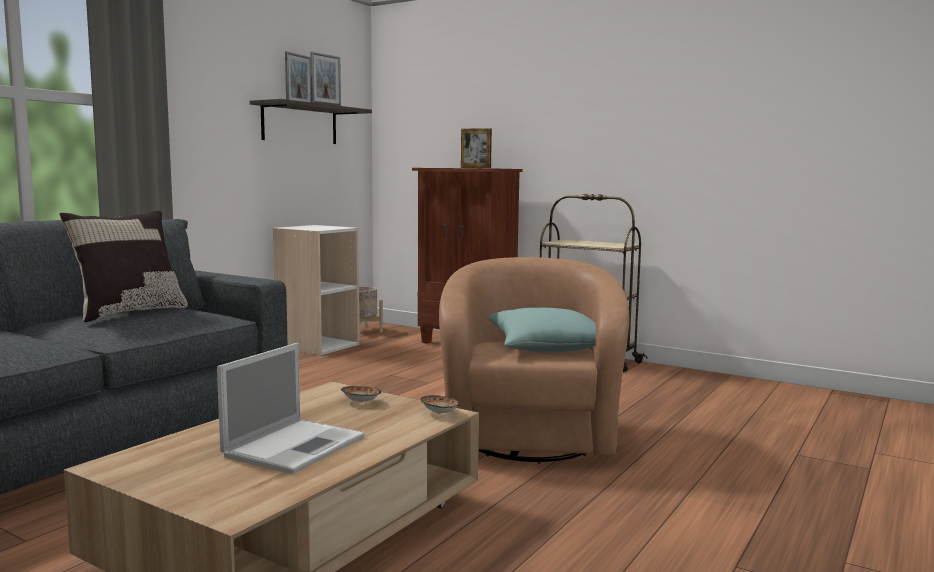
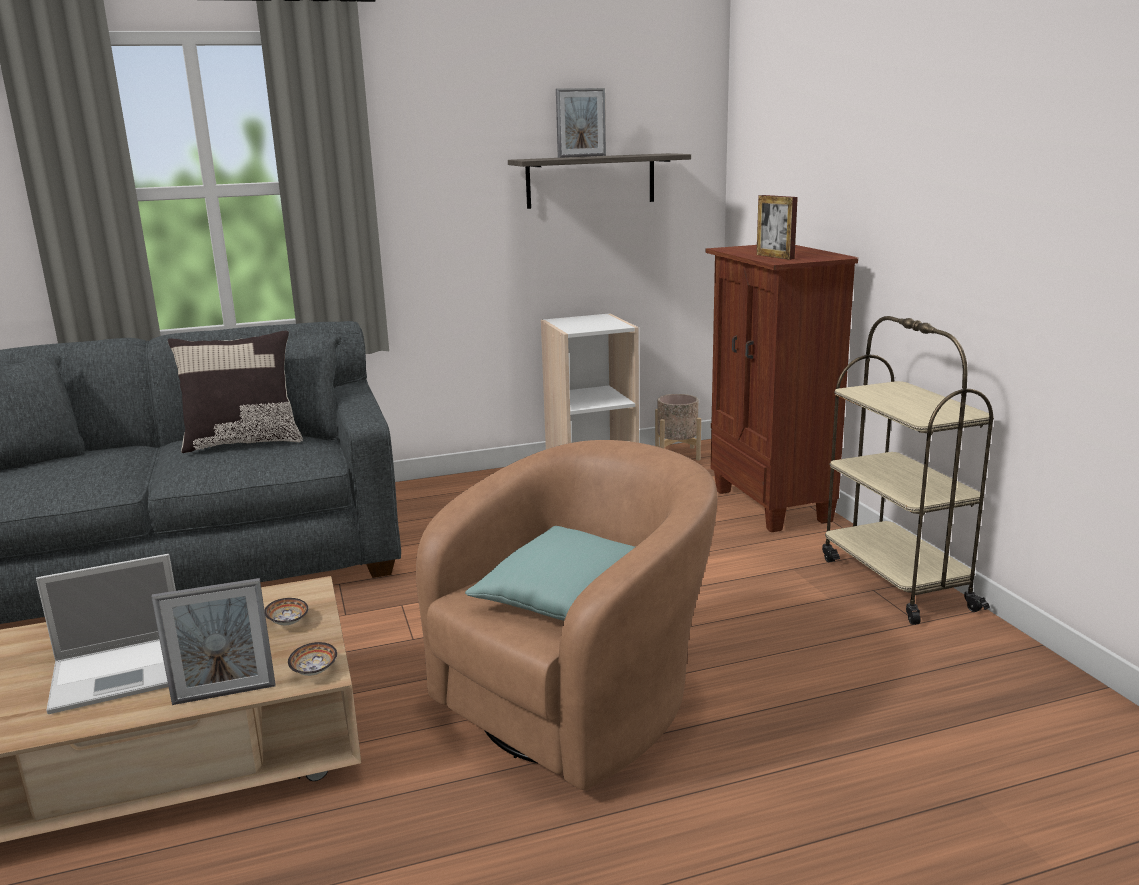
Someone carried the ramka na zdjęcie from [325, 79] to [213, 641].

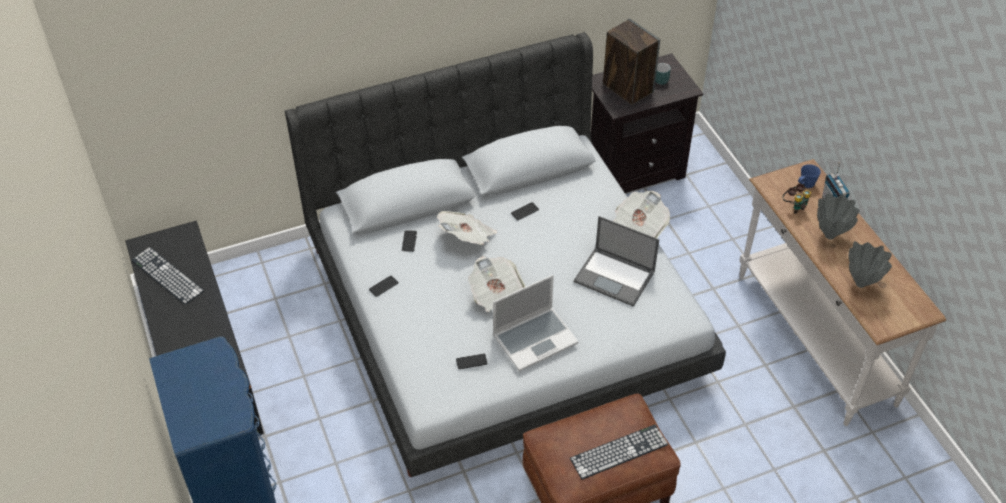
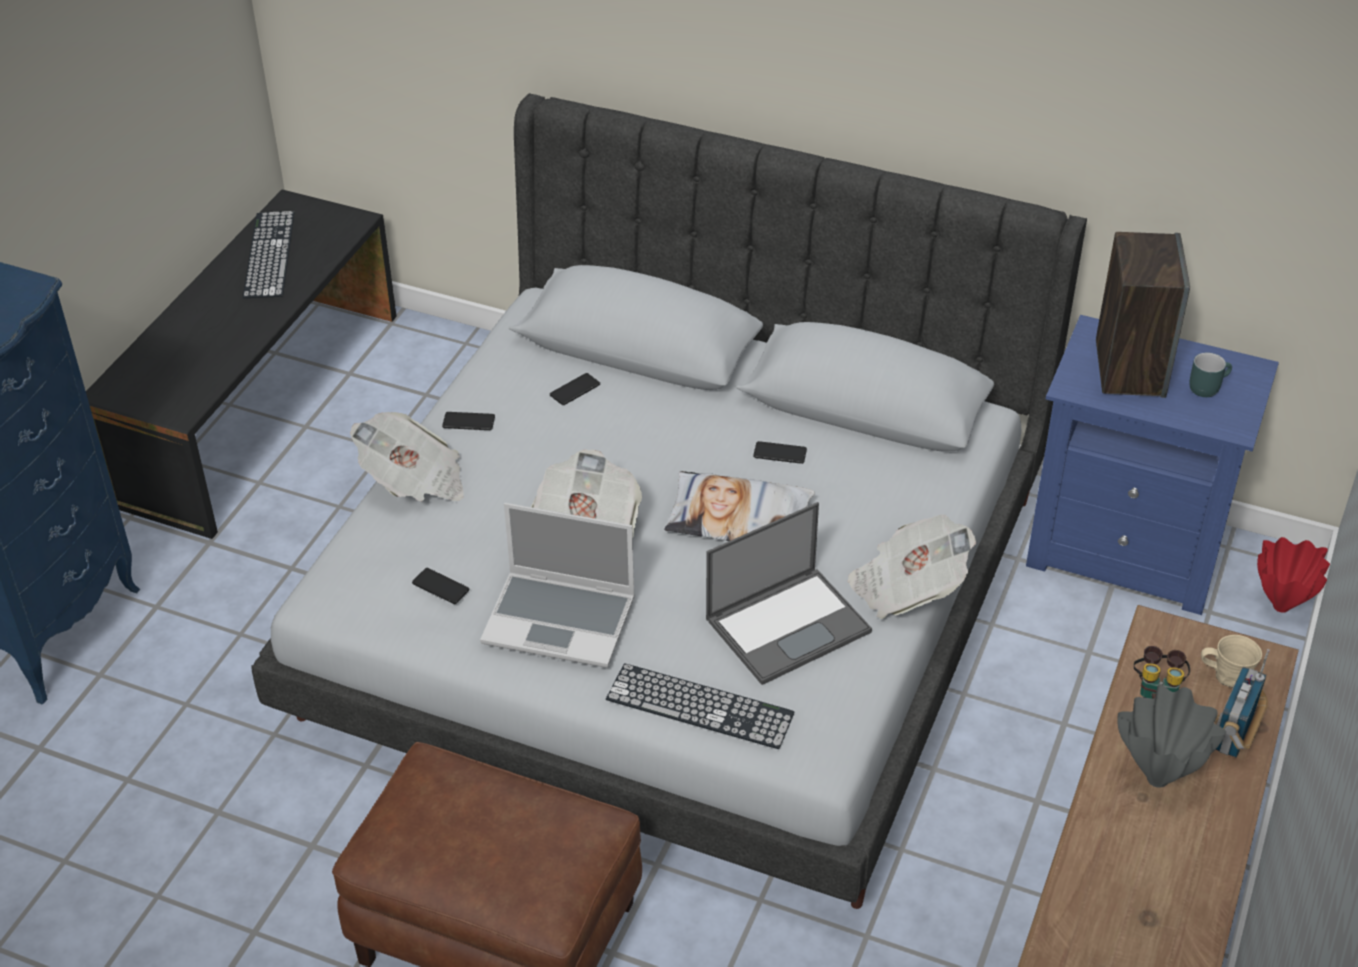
Someone carried the gazeta from [467, 228] to [407, 456]. Someone carried the klawiatura from [619, 452] to [700, 706]. Someone put down the poduszka at [739, 506]. Someone rotated the laptop at [616, 261] by 105 degrees counterclockwise. Someone repainted the szafka nocna [czarny] at [647, 123], which became the szafka nocna [niebieski] at [1152, 465]. Someone repainted the kubek [niebieski] at [809, 176], which became the kubek [beżowy] at [1231, 661]. Someone put down the wazon [czerwony] at [1293, 575]. Someone took away the wazon [szary] at [870, 264].

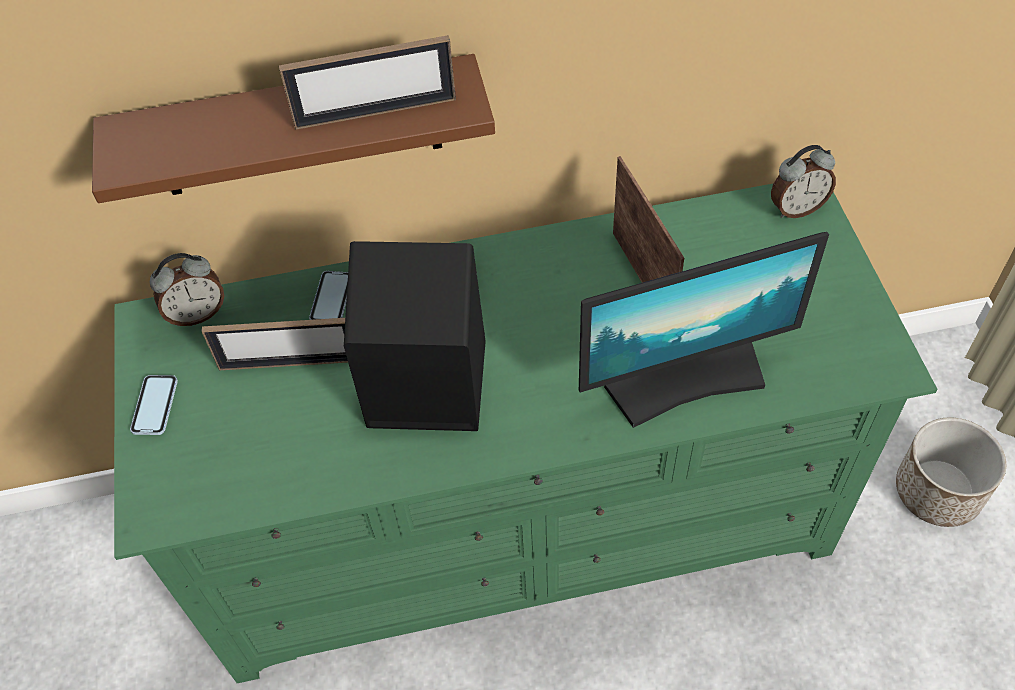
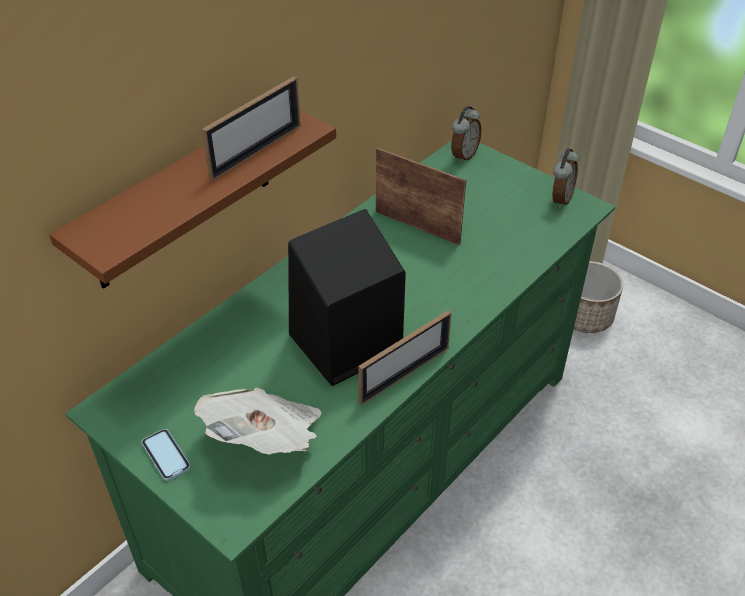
Someone put down the gazeta at [258, 421]. Someone carried the ramka na zdjęcie from [274, 344] to [404, 357]. Someone carried the budzik from [187, 289] to [566, 178]. Someone took away the telefon at [328, 295]. Someone took away the monitor at [704, 330].

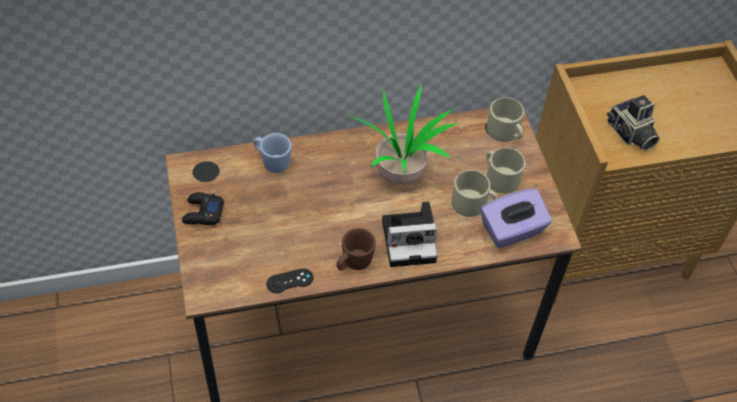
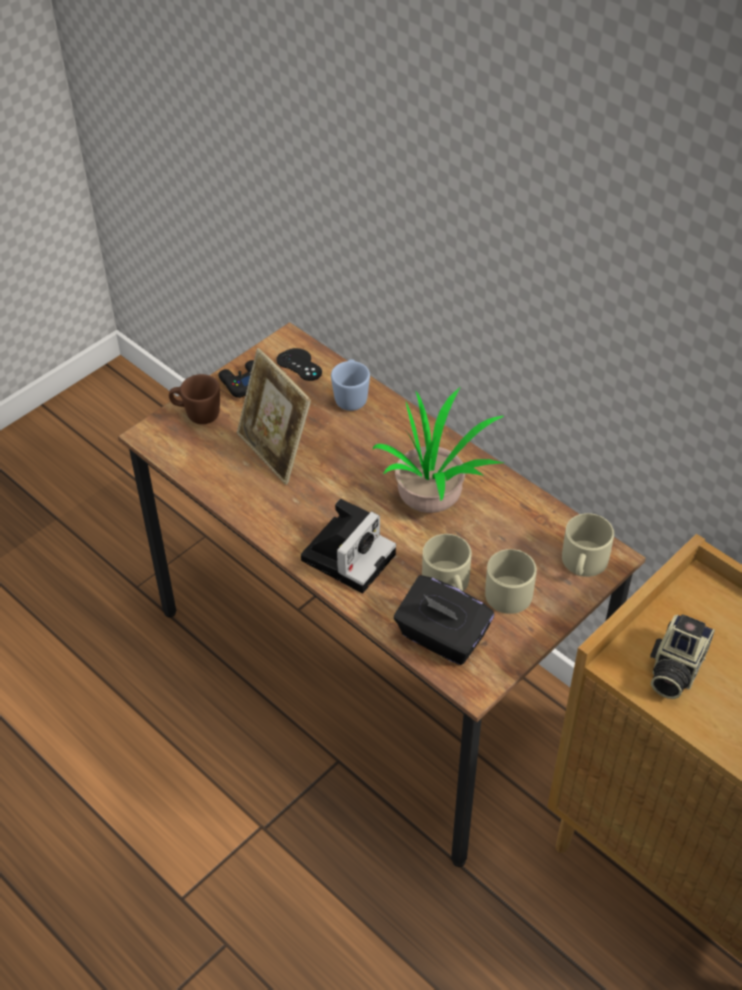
Someone carried the kubek [brązowy] from [356, 249] to [194, 399]. Someone put down the ramka na zdjęcie at [274, 416]. Someone carried the pad do gier [czarny] from [289, 280] to [299, 366]. Someone rotated the aparat fotograficzny at [409, 234] by 105 degrees counterclockwise. Someone repainted the pudełko chusteczek [fioletowy] at [516, 218], which became the pudełko chusteczek [czarny] at [444, 620].

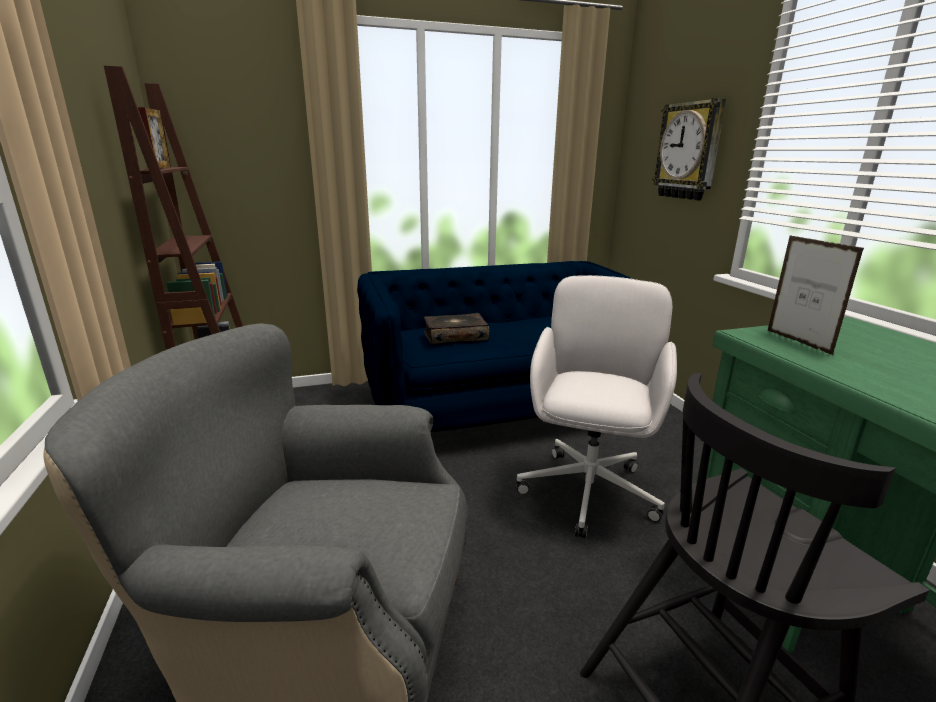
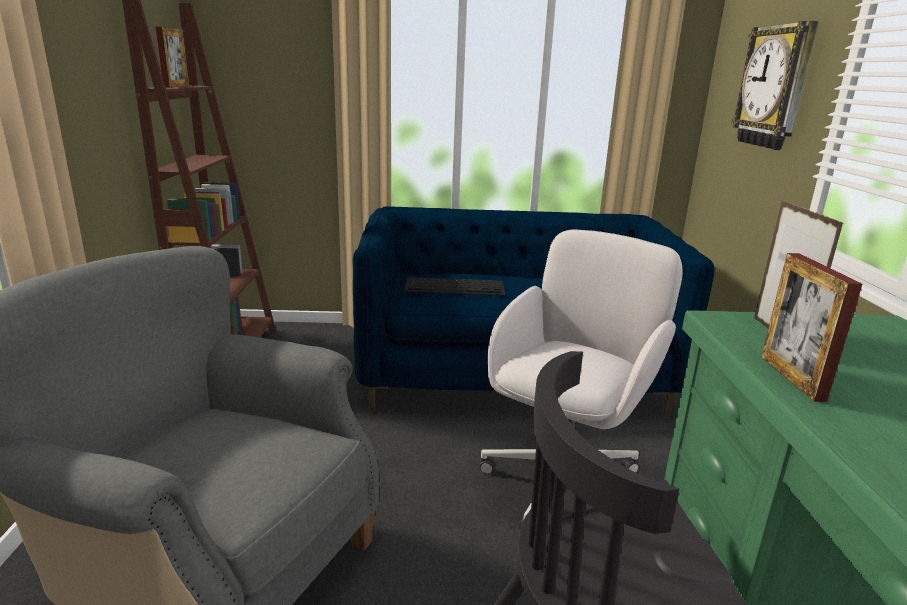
Someone swapped the książka at [457, 328] for the klawiatura at [454, 286]. Someone put down the ramka na zdjęcie at [811, 327].

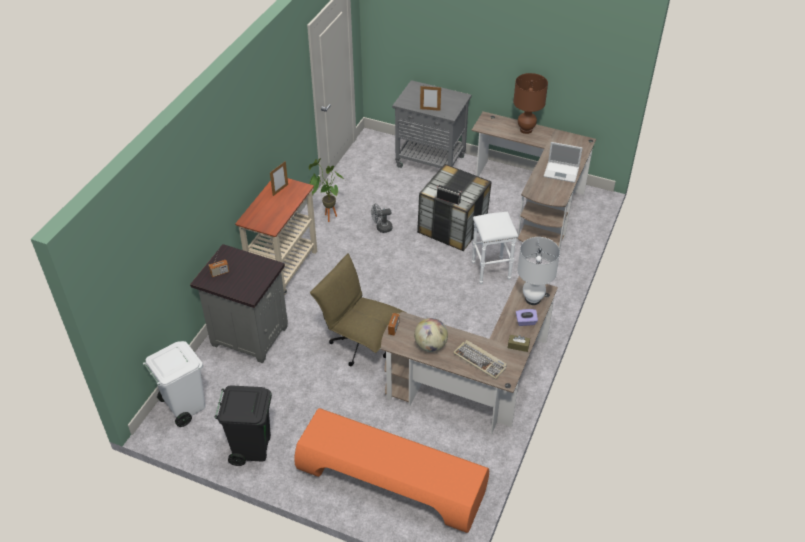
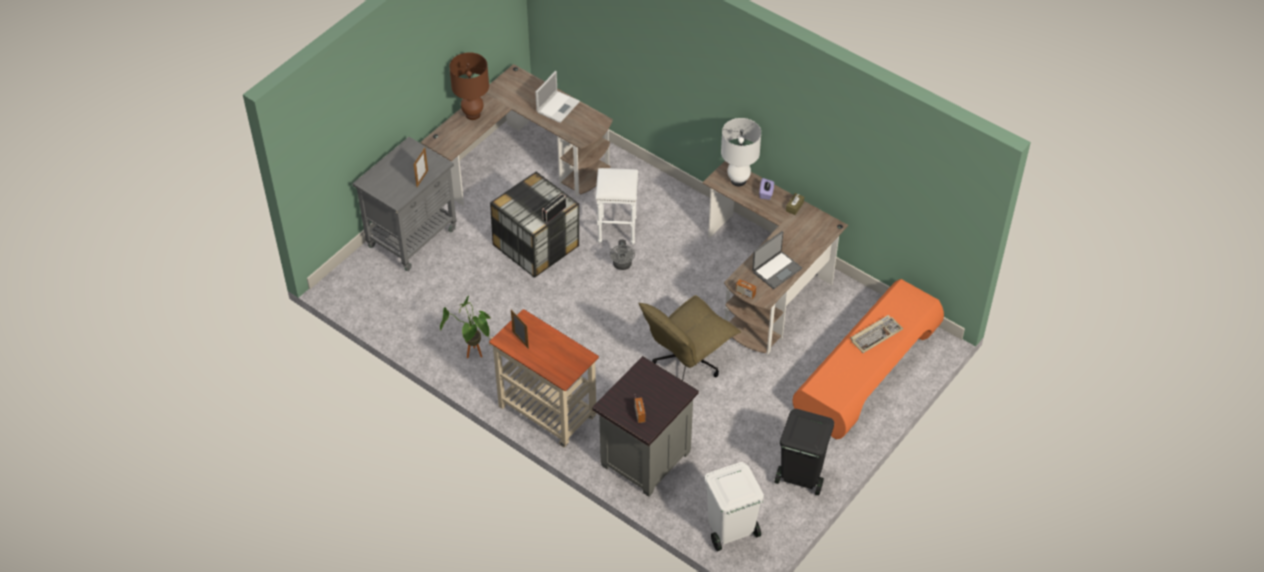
Someone carried the wentylator [szary] from [382, 218] to [622, 254]. Someone swapped the globus at [431, 335] for the laptop at [777, 260]. Someone carried the klawiatura from [480, 360] to [876, 334].

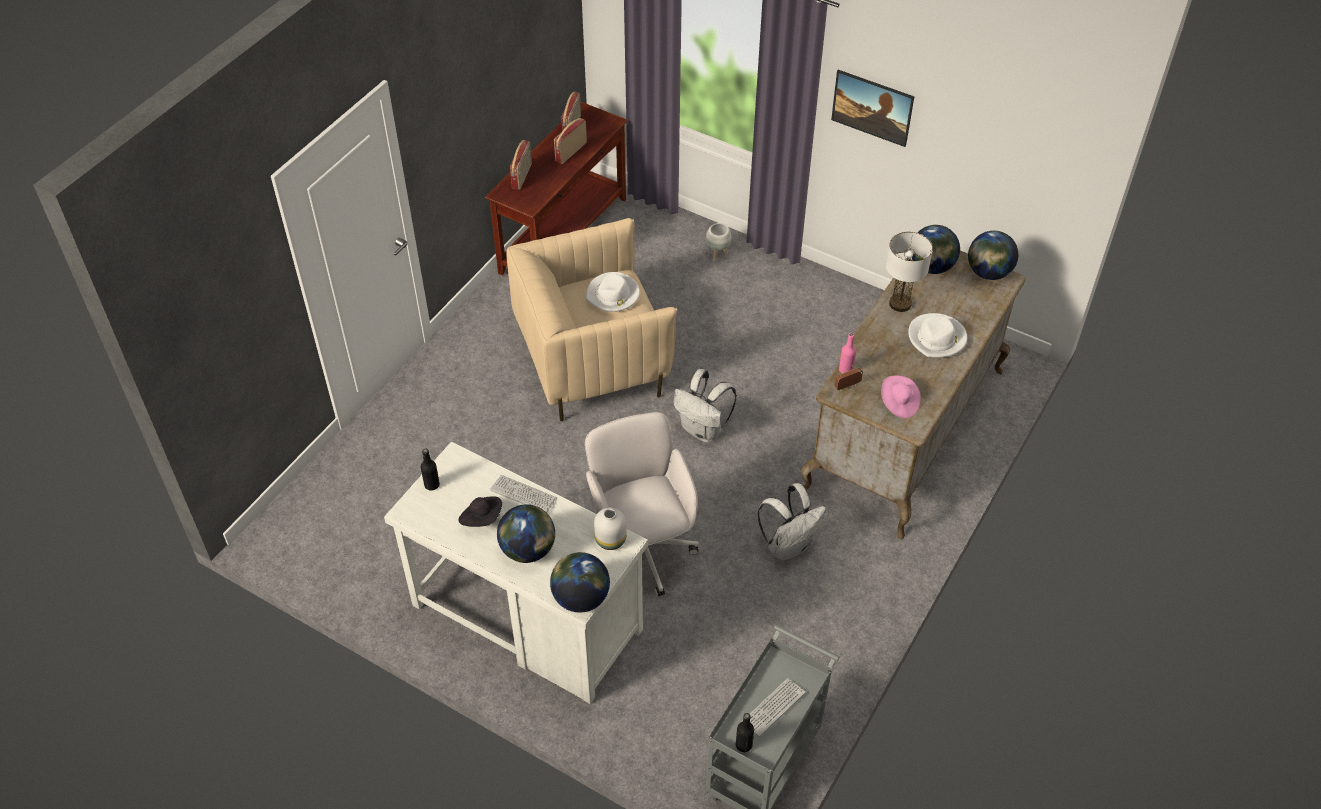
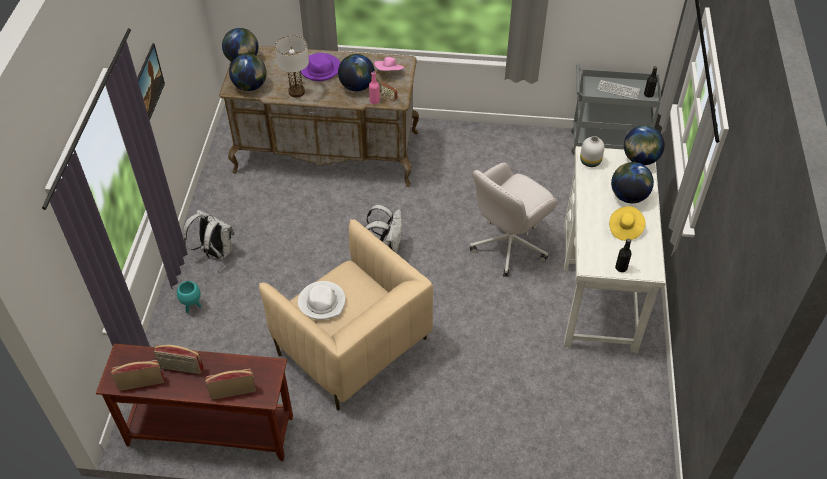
Someone repainted the donica [biały] at [719, 242], which became the donica [turkusowy] at [189, 297]. Someone carried the plecak [biały] from [792, 522] to [209, 235]. Someone repainted the kapelusz [biały] at [937, 335], which became the kapelusz [fioletowy] at [321, 67]. Someone put down the globus at [356, 72]. Someone repainted the kapelusz [czarny] at [480, 511], which became the kapelusz [żółty] at [627, 223]. Someone took away the klawiatura at [523, 494].

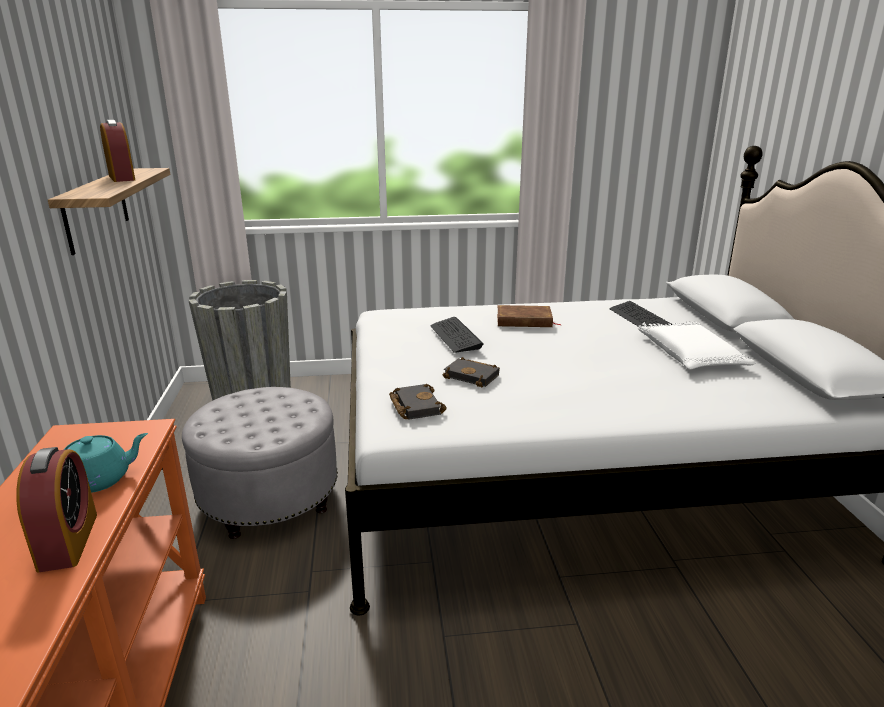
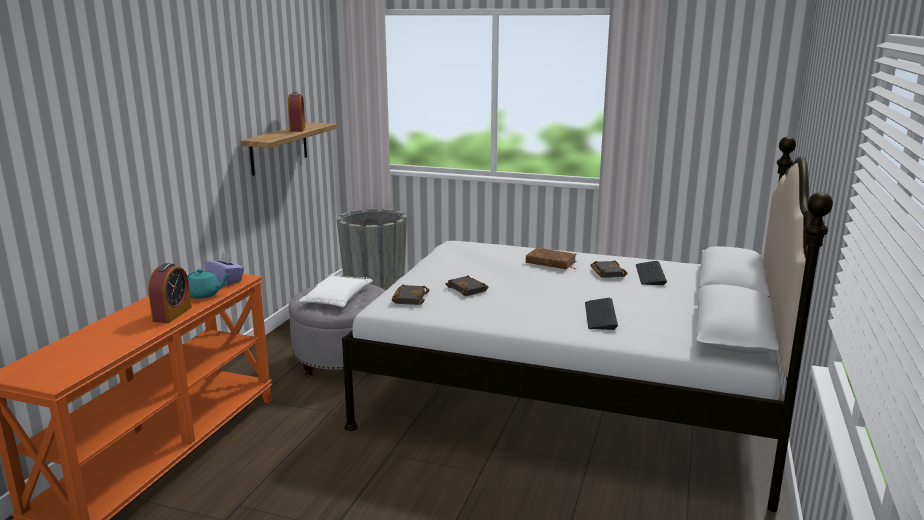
Someone put down the pudełko chusteczek [fioletowy] at [224, 268]. Someone carried the poduszka [biały] from [697, 345] to [336, 290]. Someone carried the klawiatura from [457, 335] to [601, 314]. Someone put down the książka [czarny] at [609, 269].

